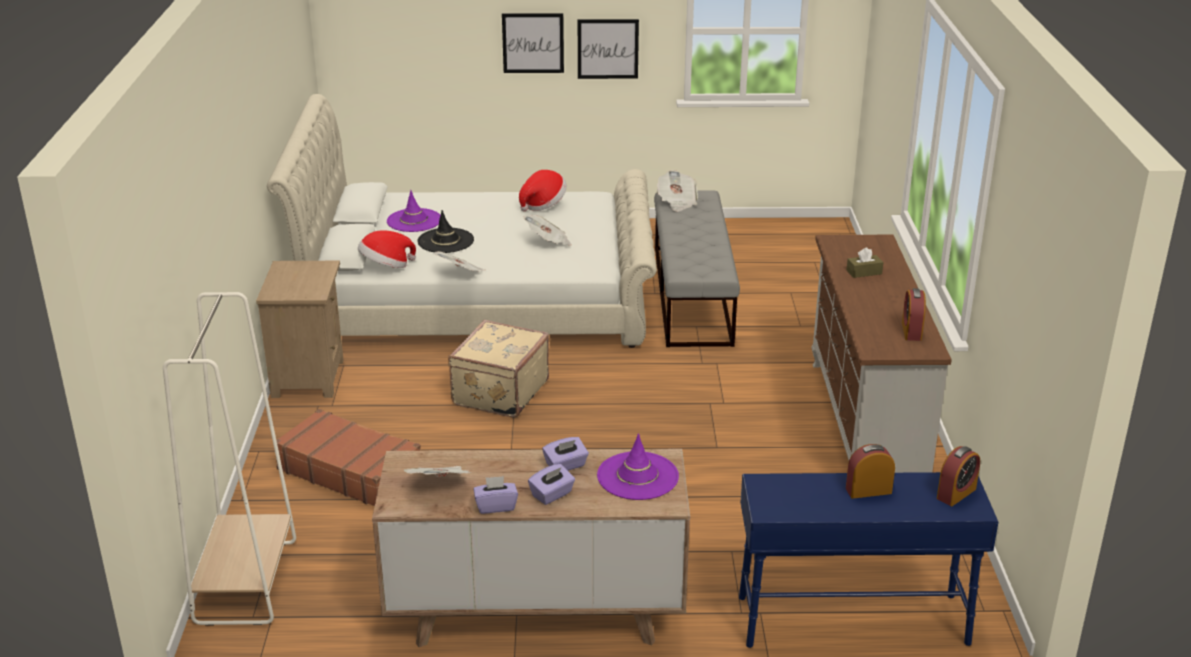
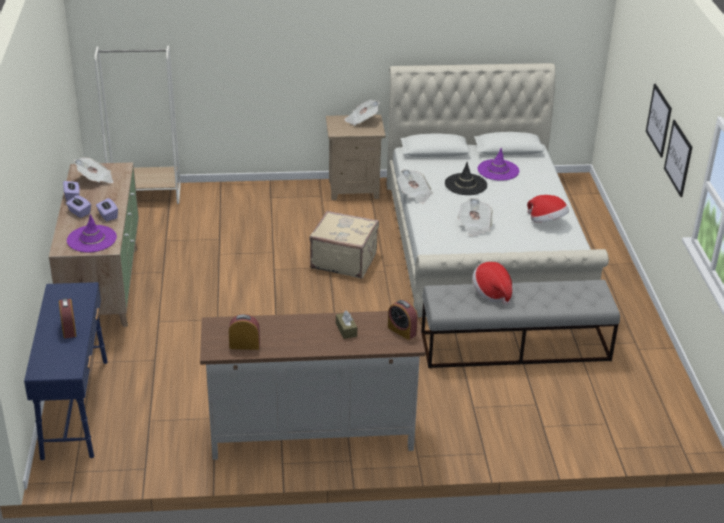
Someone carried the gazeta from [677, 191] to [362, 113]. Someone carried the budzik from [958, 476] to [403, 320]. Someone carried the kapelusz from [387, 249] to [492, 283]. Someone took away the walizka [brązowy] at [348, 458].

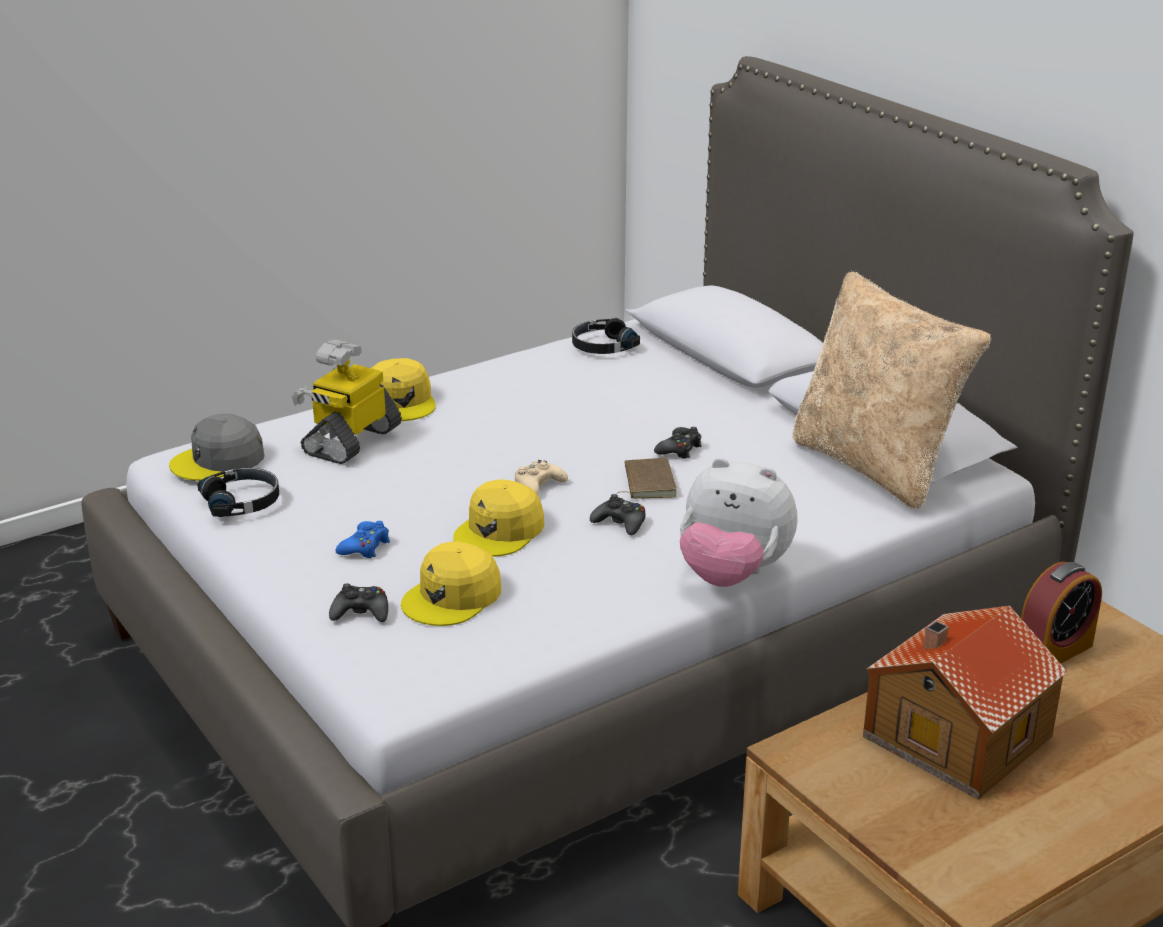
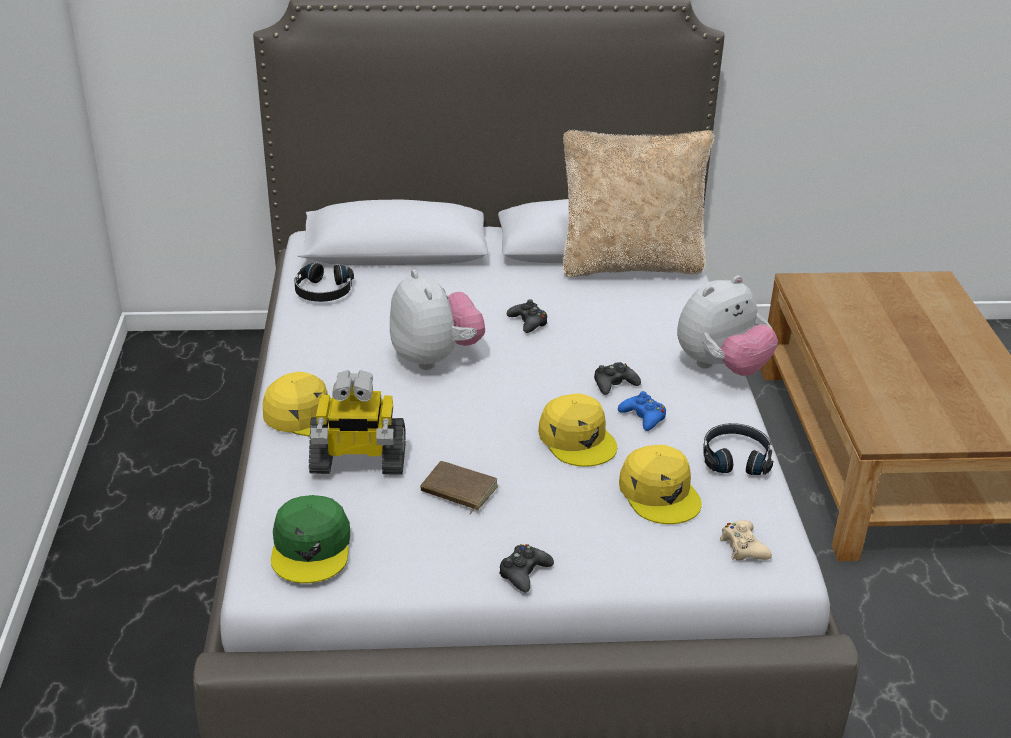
Someone repainted the czapka z daszkiem [szary] at [216, 447], which became the czapka z daszkiem [zielony] at [310, 539]. Someone rotated the robot zabawkowy at [347, 402] by 60 degrees counterclockwise. Someone put down the pluszak at [437, 320]. Someone carried the książka [brązowy] from [646, 478] to [459, 488]. Someone carried the pad do gier [czarny] from [358, 602] to [526, 568]. Someone carried the pad do gier [niebieski] from [363, 539] to [642, 411]. Someone carried the słuchawki [czarny] from [238, 492] to [738, 449]. Someone carried the pad do gier [beżowy] from [541, 477] to [746, 540]. Someone took away the domek at [965, 702]. Someone took away the budzik at [1061, 613].

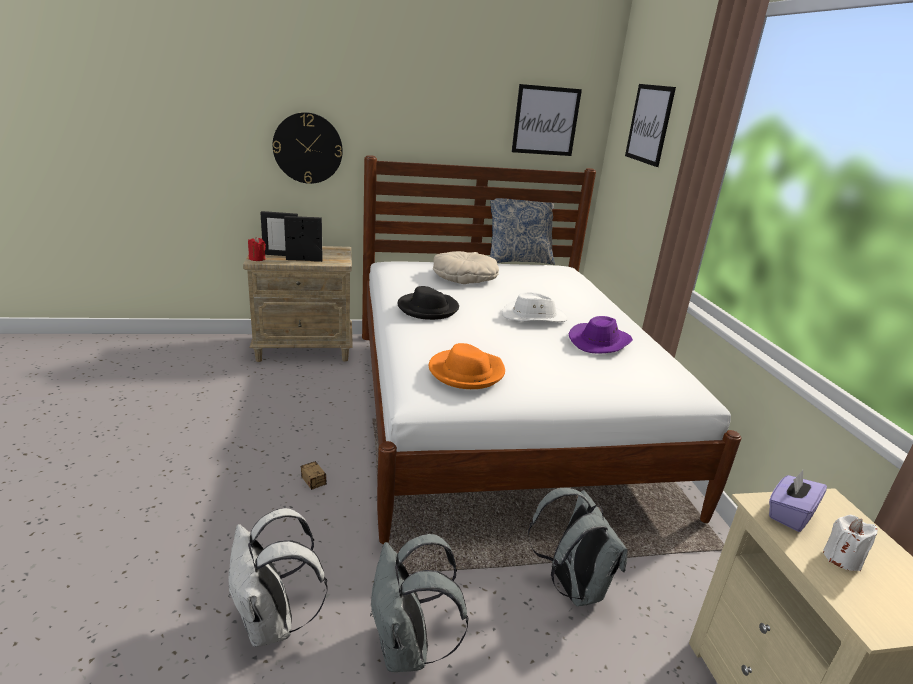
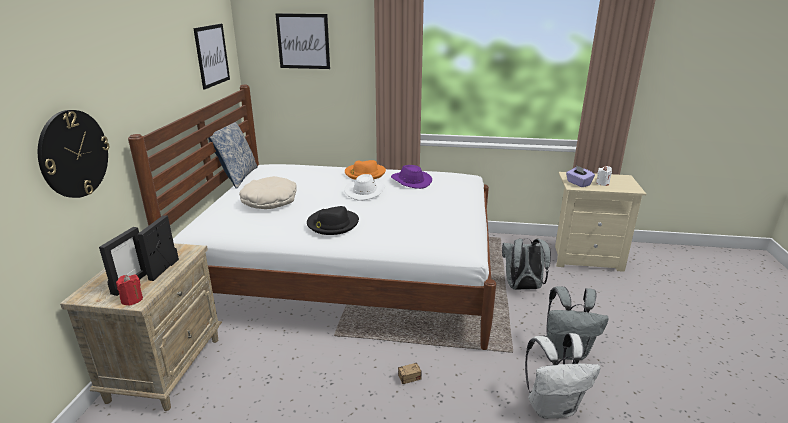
Someone carried the kapelusz [pomarańczowy] from [467, 366] to [365, 170].

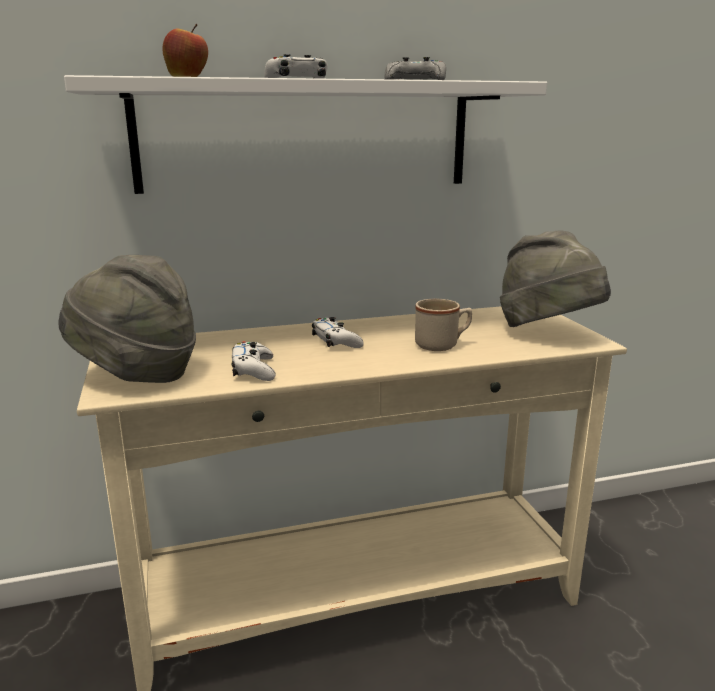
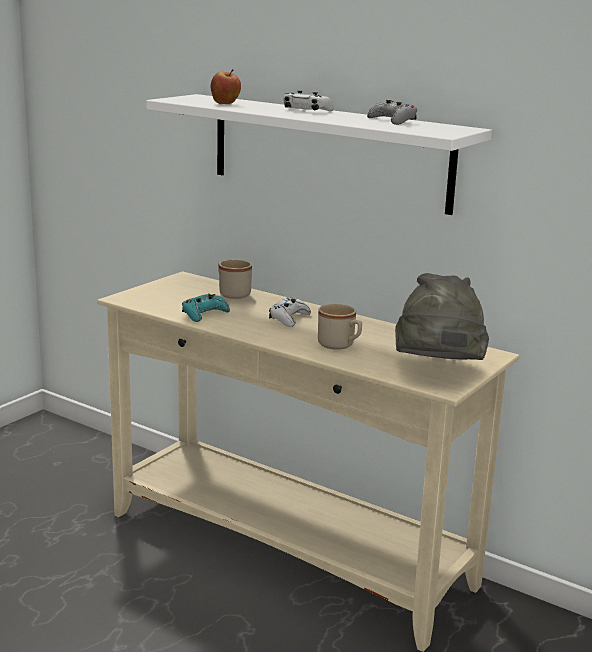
Someone repainted the pad do gier [biały] at [253, 361], which became the pad do gier [turkusowy] at [206, 307]. Someone put down the kubek [beżowy] at [235, 279]. Someone took away the kapelusz [szary] at [127, 319].

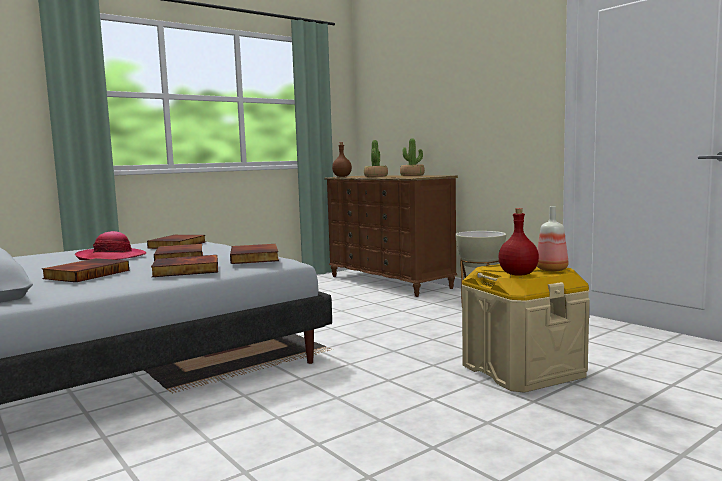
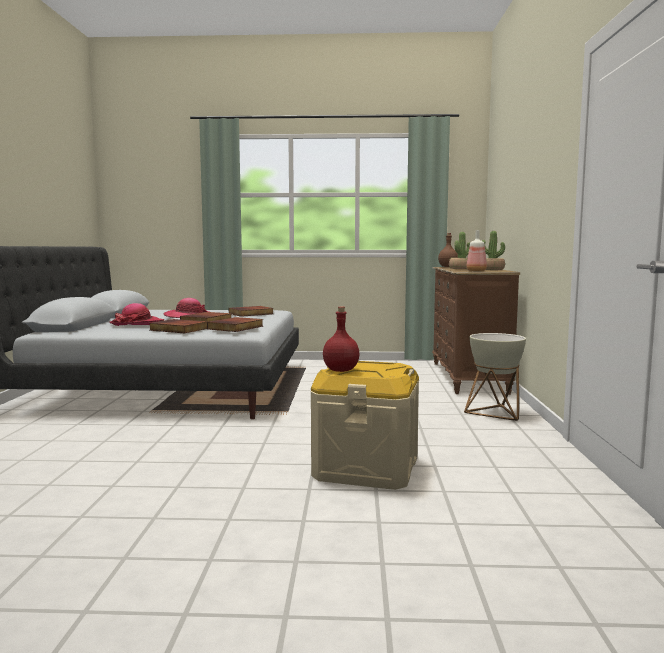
Someone swapped the książka at [85, 270] for the kapelusz at [137, 314]. Someone carried the butelka from [552, 238] to [476, 250].

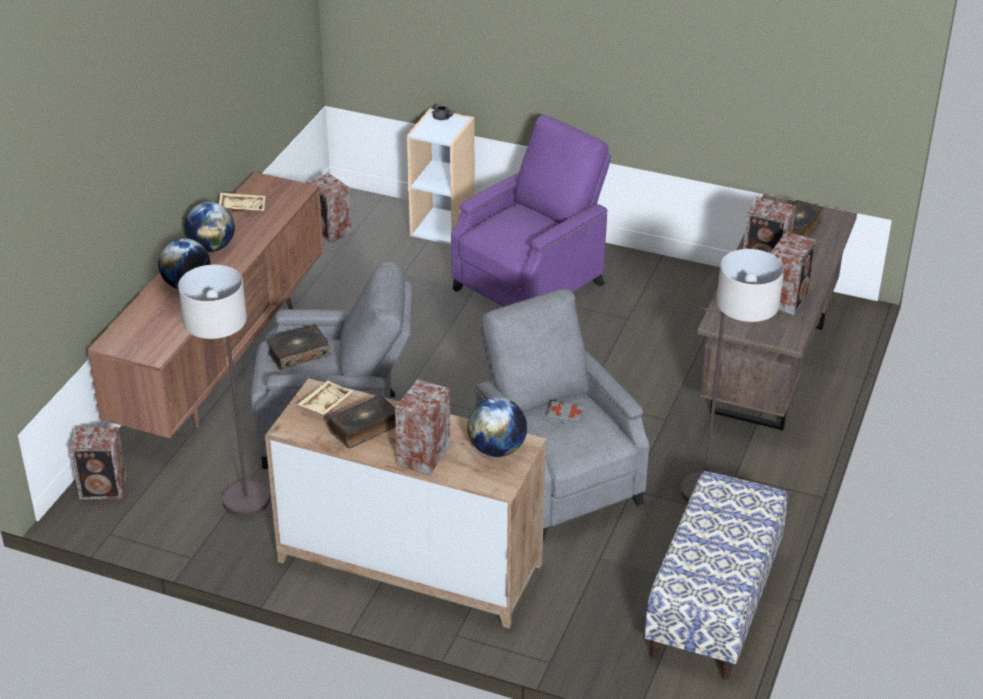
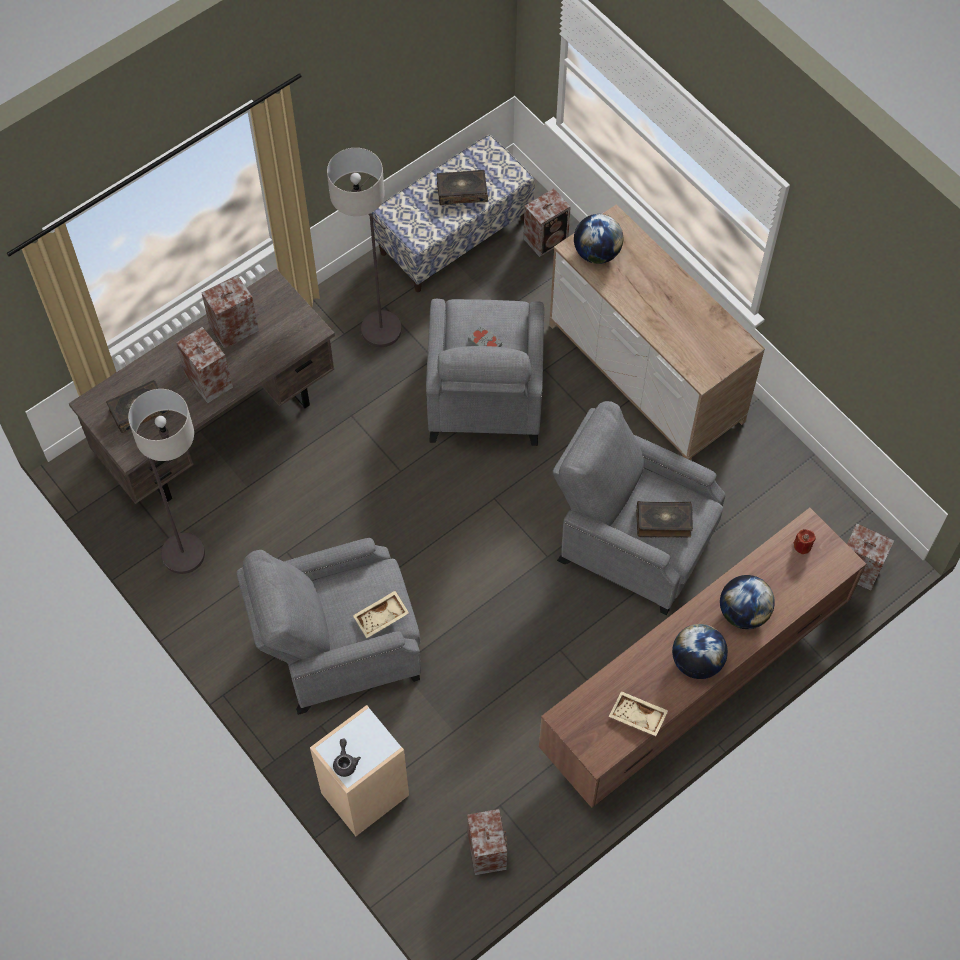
Someone carried the lampa stojąca [szary] from [224, 391] to [166, 481]. Someone repainted the fotel [fioletowy] at [531, 211], which became the fotel [szary] at [328, 626]. Someone carried the taca [beżowy] from [325, 398] to [381, 614]. Someone carried the książka from [361, 421] to [462, 187]. Someone carried the głośnik from [422, 427] to [547, 223]. Someone put down the świeca [czerwony] at [805, 541].

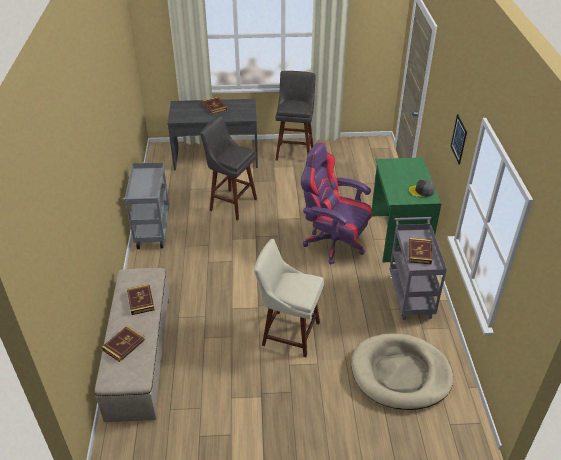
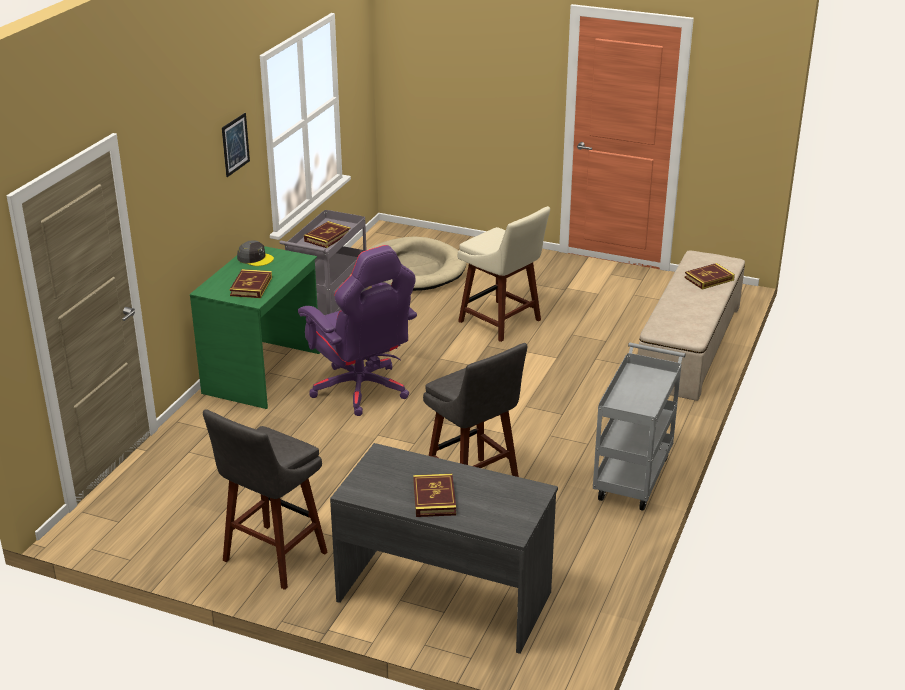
Someone carried the książka from [141, 299] to [251, 283].

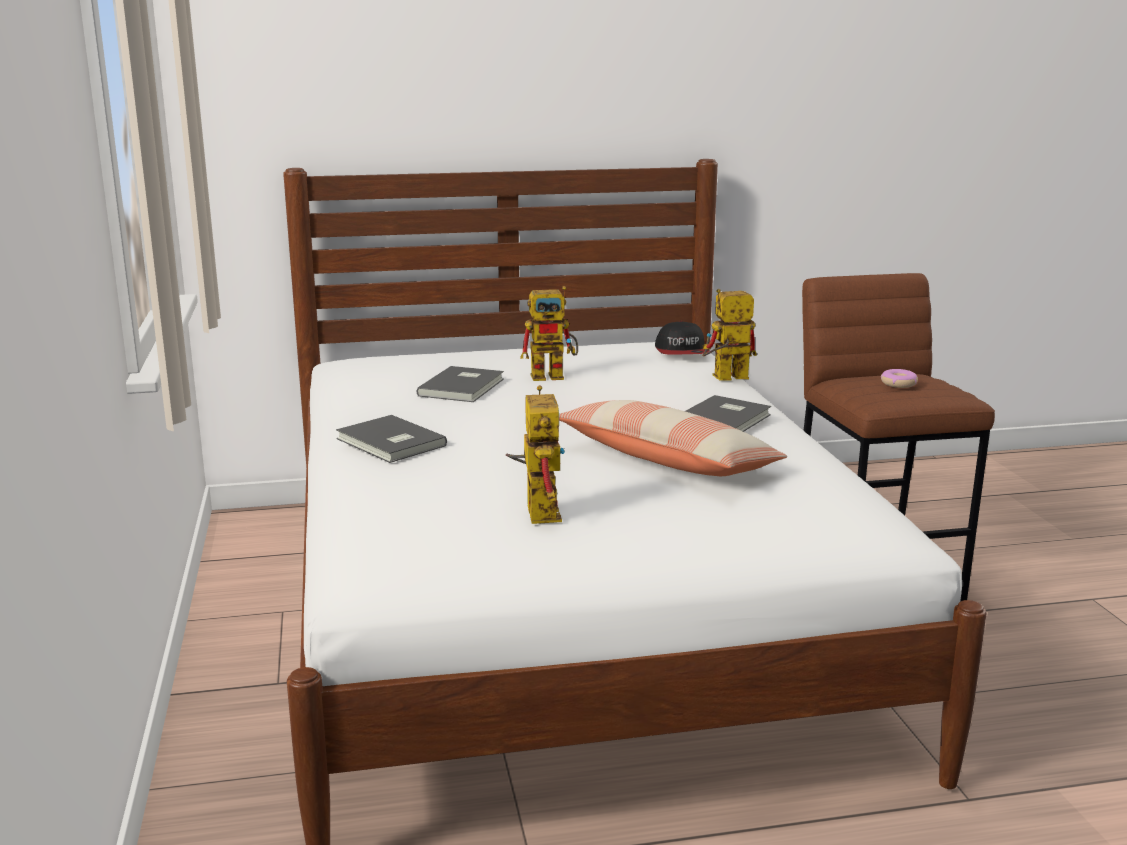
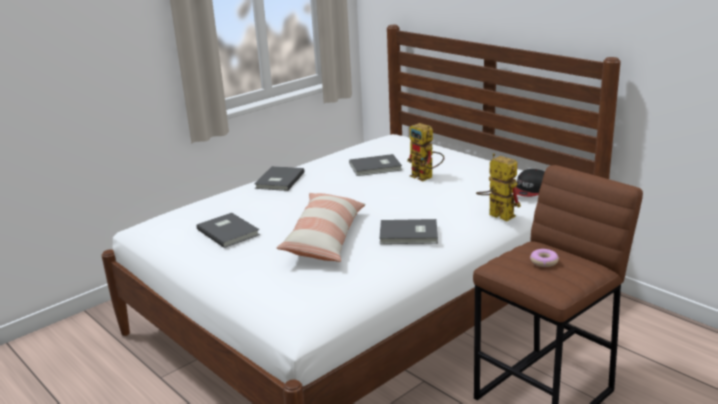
Someone swapped the robot zabawkowy at [535, 454] for the książka [szary] at [228, 230].

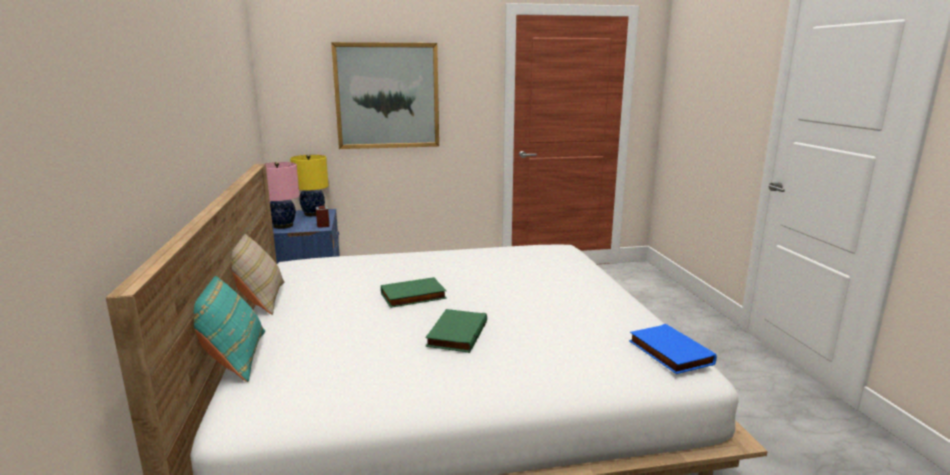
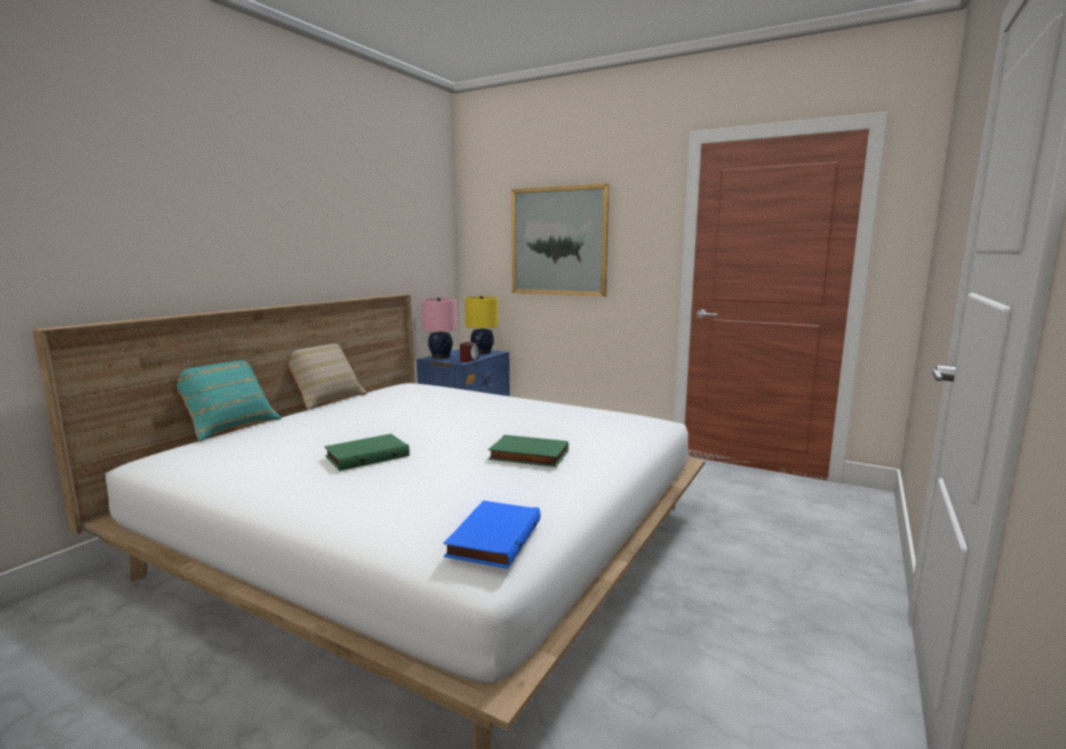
Someone carried the książka [zielony] from [414, 292] to [528, 451].

